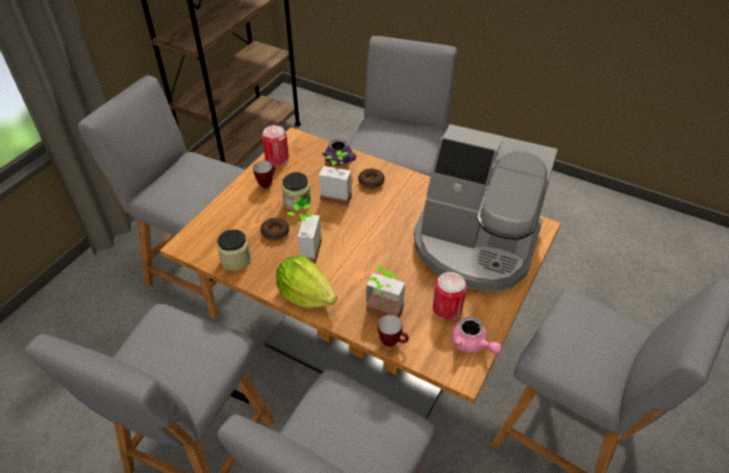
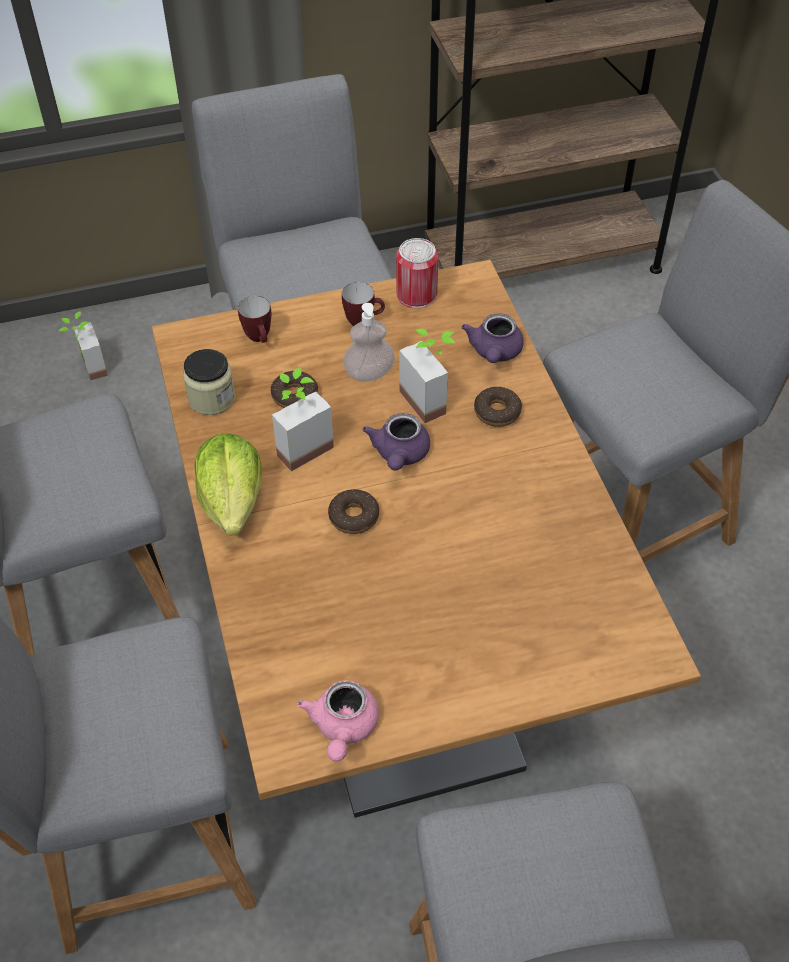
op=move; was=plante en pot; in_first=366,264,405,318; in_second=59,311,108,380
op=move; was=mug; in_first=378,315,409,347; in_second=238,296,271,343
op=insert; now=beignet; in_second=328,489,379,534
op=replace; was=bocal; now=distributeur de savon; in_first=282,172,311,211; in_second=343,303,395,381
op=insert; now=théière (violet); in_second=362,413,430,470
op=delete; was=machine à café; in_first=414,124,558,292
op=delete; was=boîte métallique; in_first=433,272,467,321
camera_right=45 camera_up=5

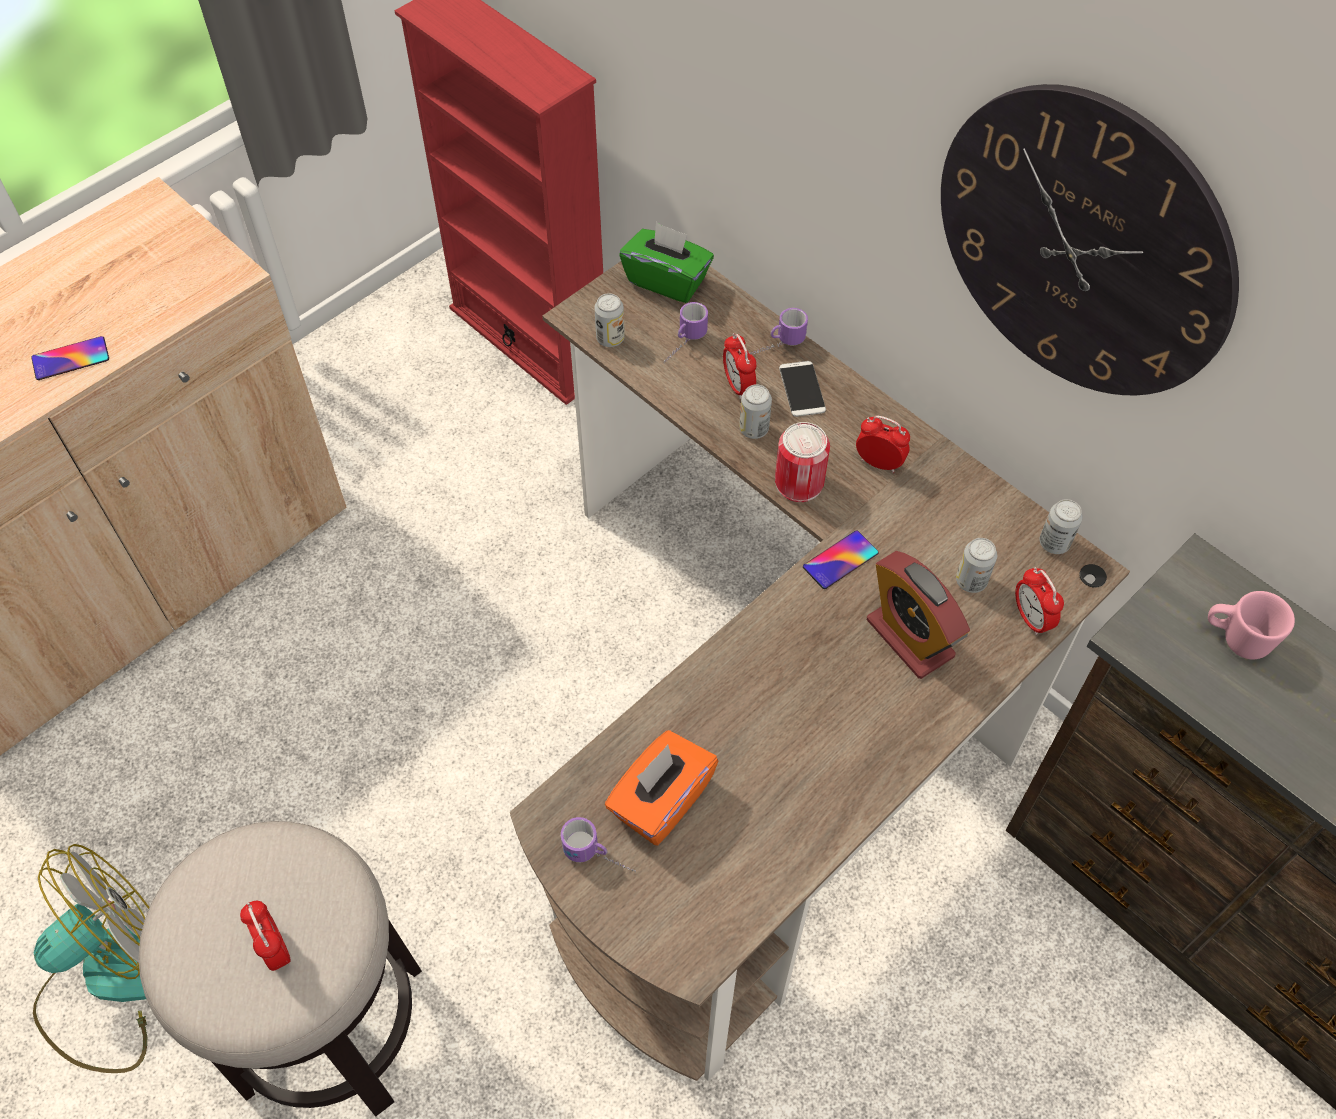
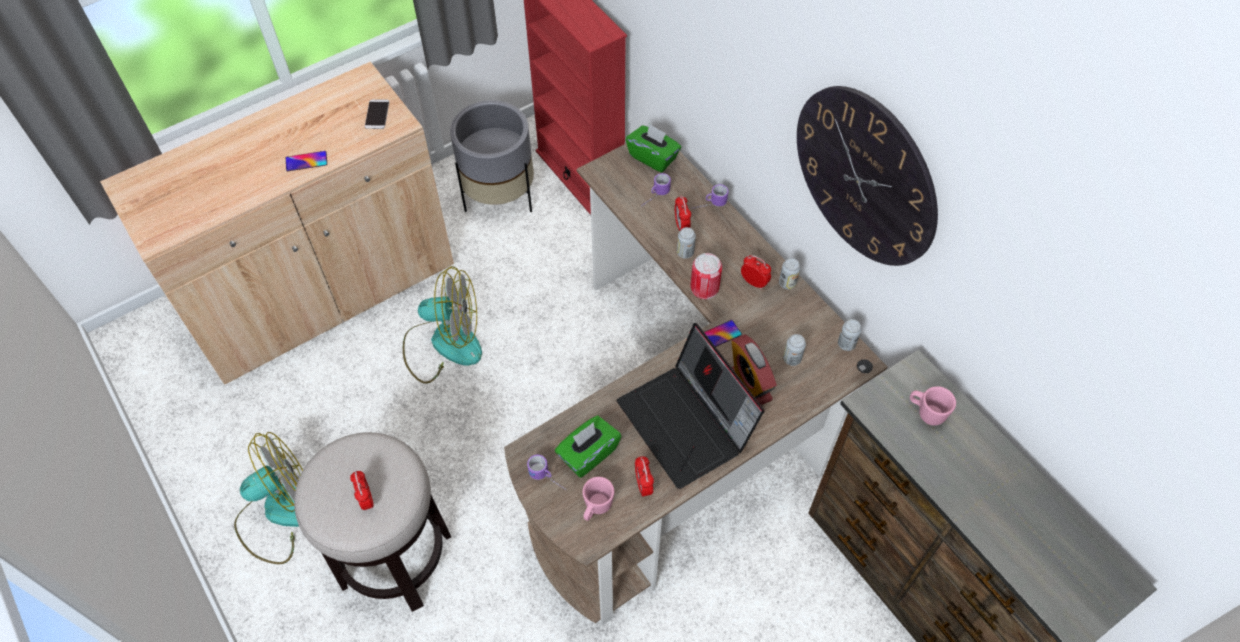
op=move; was=téléphone; in_first=779,361,826,417; in_second=365,99,389,129
op=insert; now=ventilateur; in_second=403,266,482,384
op=insert; now=cache-pot (gris); in_second=450,100,534,212
op=recolor; was=boîte à mouchoirs (orange); now=boîte à mouchoirs (vert); in_first=605,730,718,845; in_second=555,416,621,478
op=insert; now=mug (rose); in_second=583,477,614,521
op=insert; now=ordinateur portable; in_second=617,323,764,489
op=move; was=réveil; in_first=1015,567,1064,635; in_second=635,456,654,496
op=move; was=boîte métallique; in_first=594,293,625,347; in_second=779,258,801,289
camera_right=10 camera_up=0

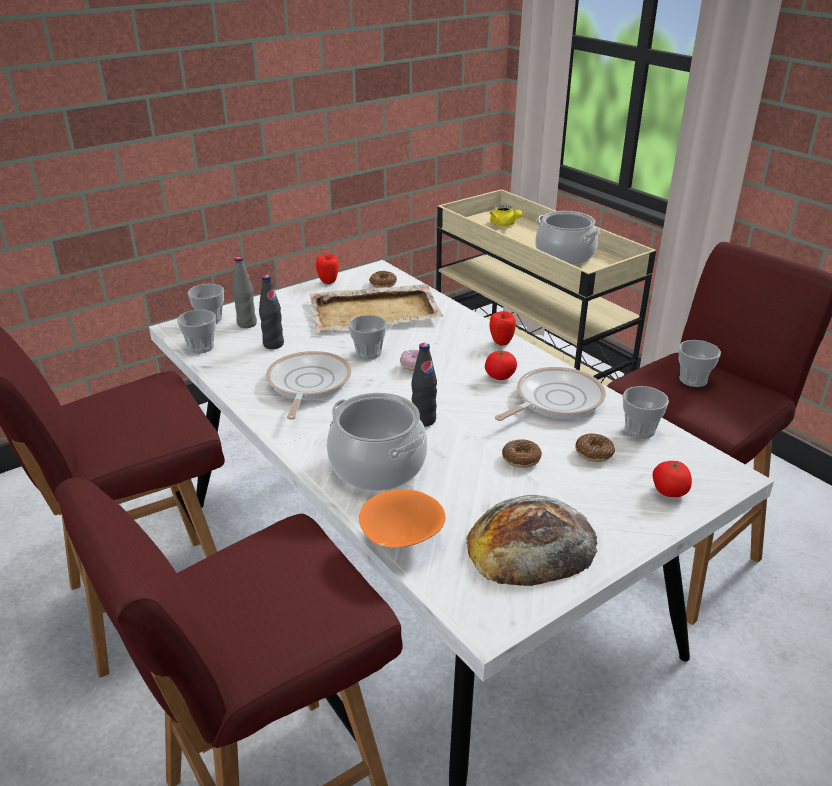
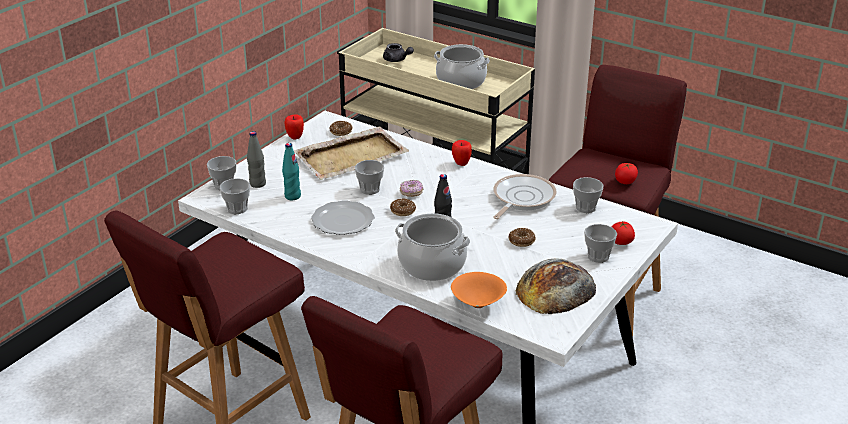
op=recolor; was=bouteille (noir); now=bouteille (turquoise); in_first=259,275,284,349; in_second=282,143,301,200
op=replace; was=poêle; now=assiette; in_first=266,351,351,420; in_second=311,200,374,235
op=recolor; was=théière (jaune); now=théière (gris); in_first=490,205,522,226; in_second=383,43,414,62
op=move; was=beignet; in_first=575,433,615,462; in_second=390,199,416,216
op=move; was=tasse; in_first=679,340,721,387; in_second=584,224,617,263
op=move; was=tomate; in_first=485,351,517,380; in_second=615,163,638,184
camera_right=-20 camera_up=0

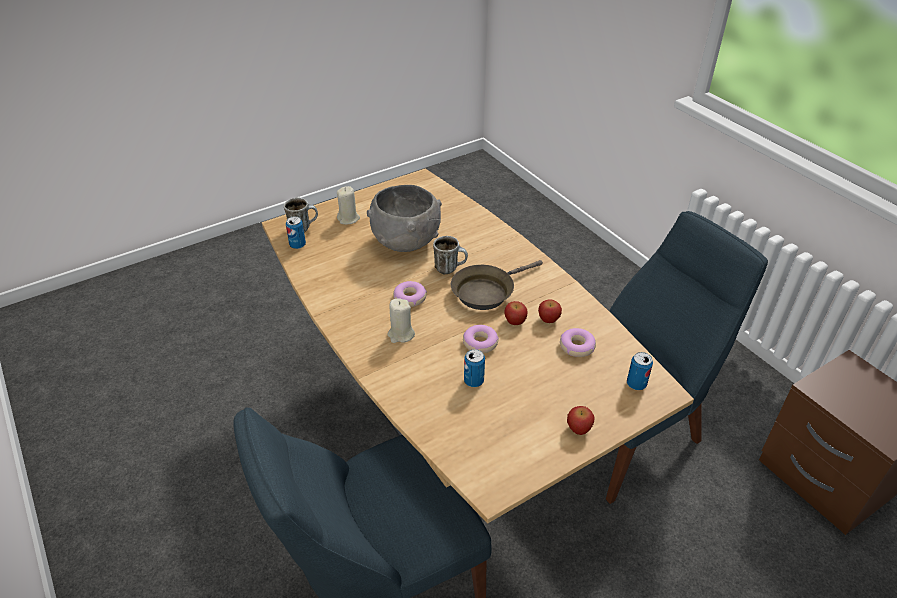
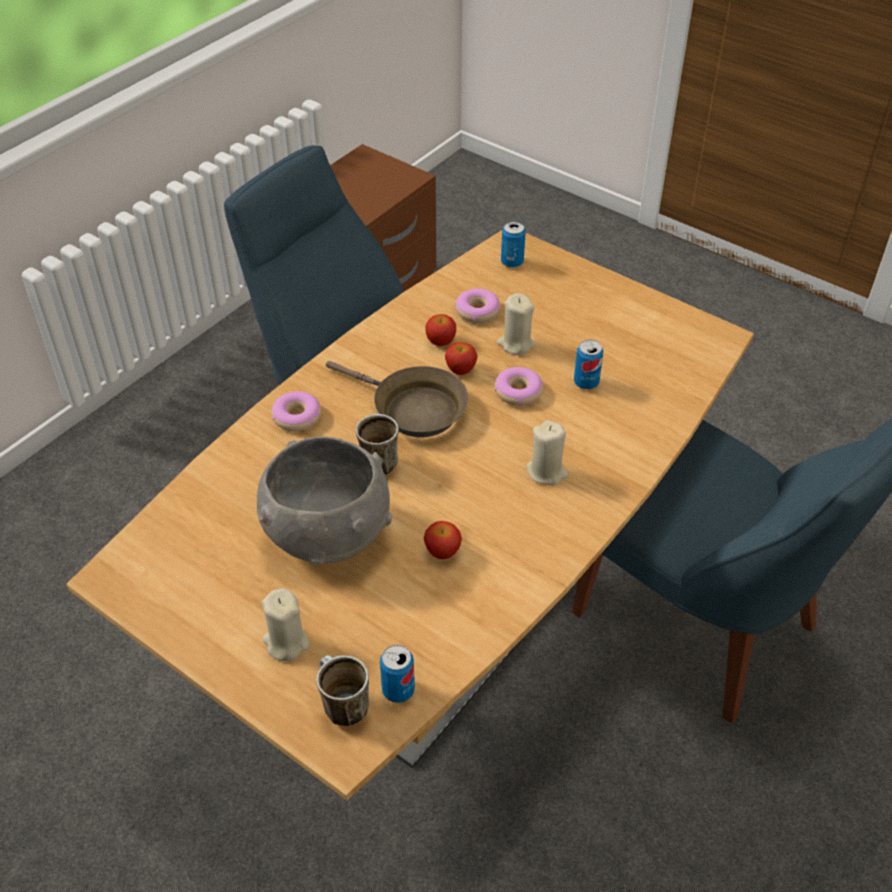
op=move; was=beignet; in_first=393,281,427,307; in_second=271,391,321,431
op=move; was=pomme; in_first=567,406,594,435; in_second=424,521,462,559
op=insert; now=bougie (beige); in_second=497,293,535,355
camera_right=-110 camera_up=5

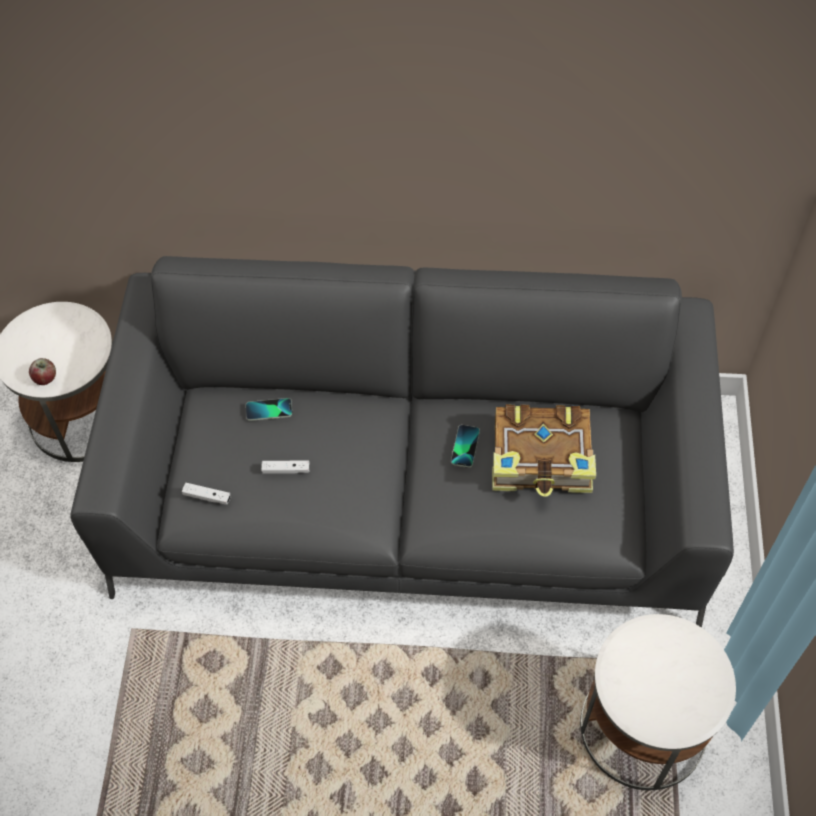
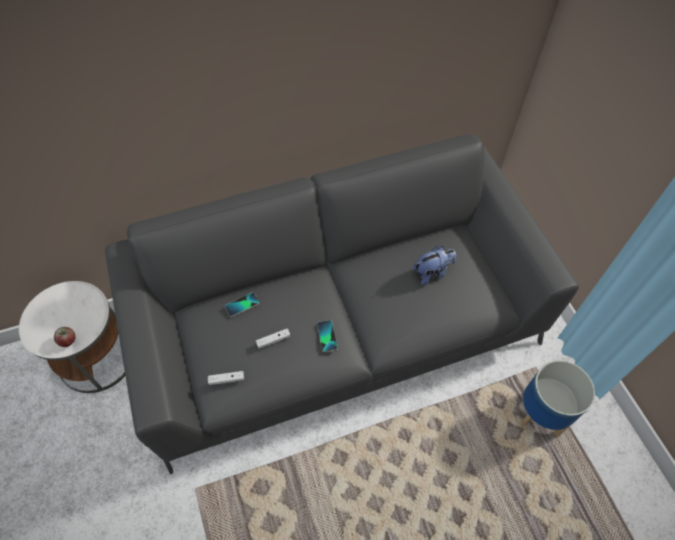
op=move; was=téléphone; in_first=451,425,480,468; in_second=317,320,338,352
op=replace; was=livre; now=peluche; in_first=492,404,596,497; in_second=413,246,456,285
op=replace; was=table d'appoint (blanc); now=cache-pot; in_first=580,614,736,790; in_second=519,360,595,437
camera_right=-25 camera_up=0

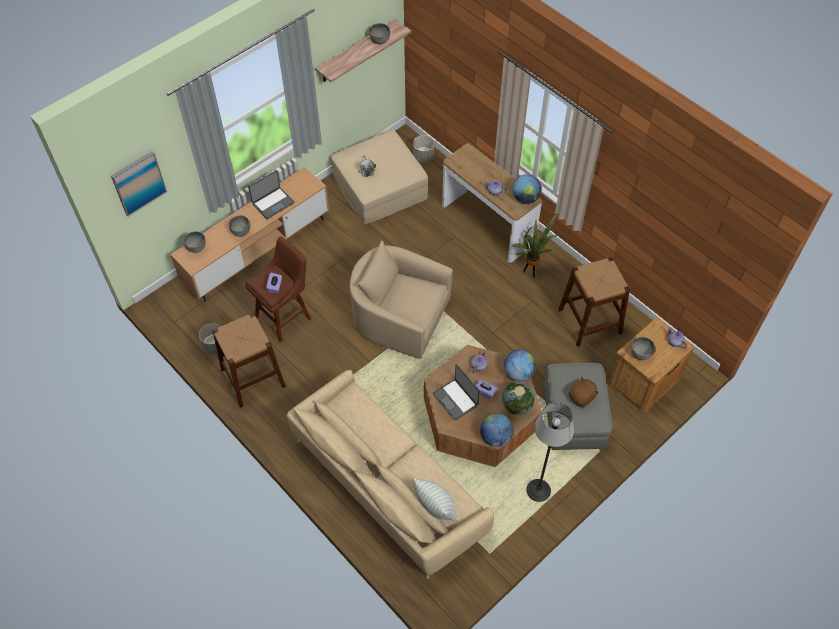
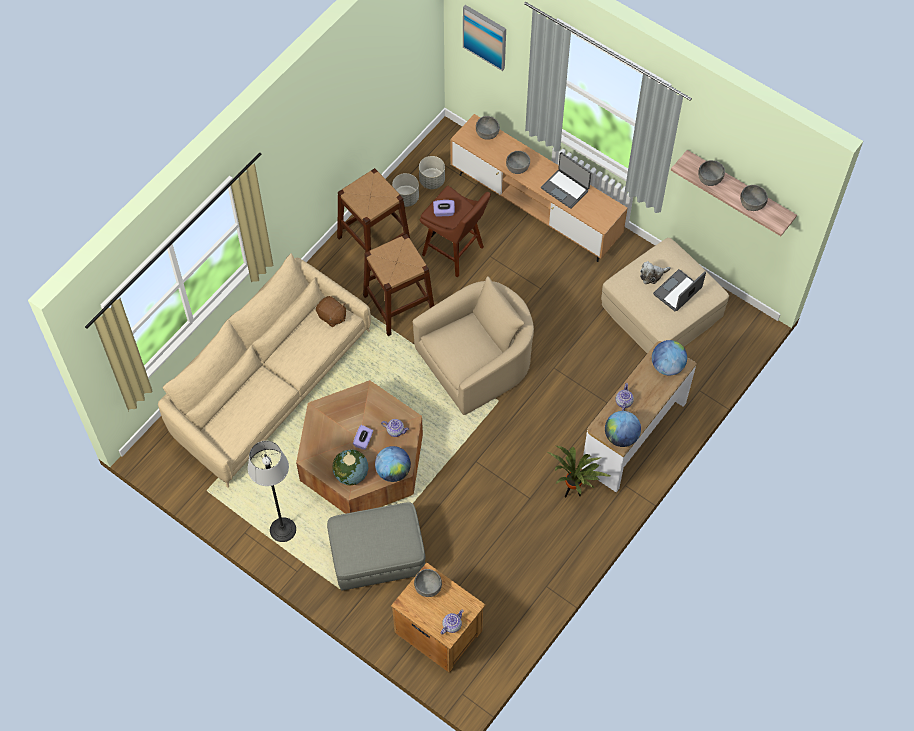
op=move; was=peluche (marron); in_first=569,377,599,408; in_second=316,296,346,327
op=move; was=tabouret (marron); in_first=558,257,630,347; in_second=363,234,434,336
op=rotate; was=fauteuil (beige); in_first=350,241,453,359; in_second=413,276,534,415; clockwise=45
op=move; was=cache-pot (gris); in_first=413,135,434,163; in_second=419,156,445,189
op=move; was=globe; in_first=480,413,513,447; in_second=652,340,687,376
op=move; was=ordinateur portable; in_first=433,364,480,421; in_second=653,269,706,311
op=insert; now=bol (gris); in_second=698,160,725,186
op=delete; was=coussin; in_first=413,478,458,522
camera_right=80 camera_up=5

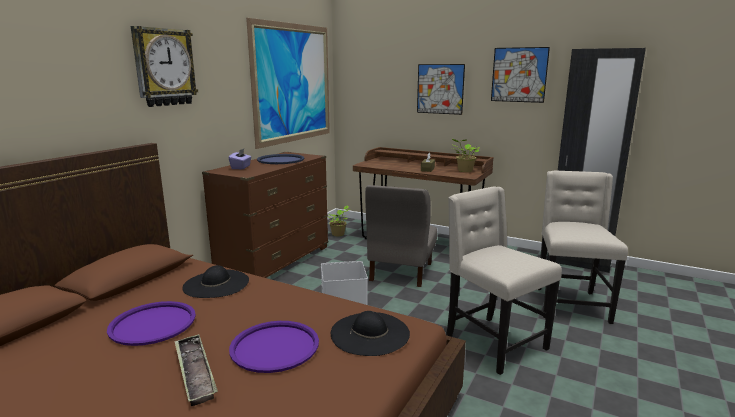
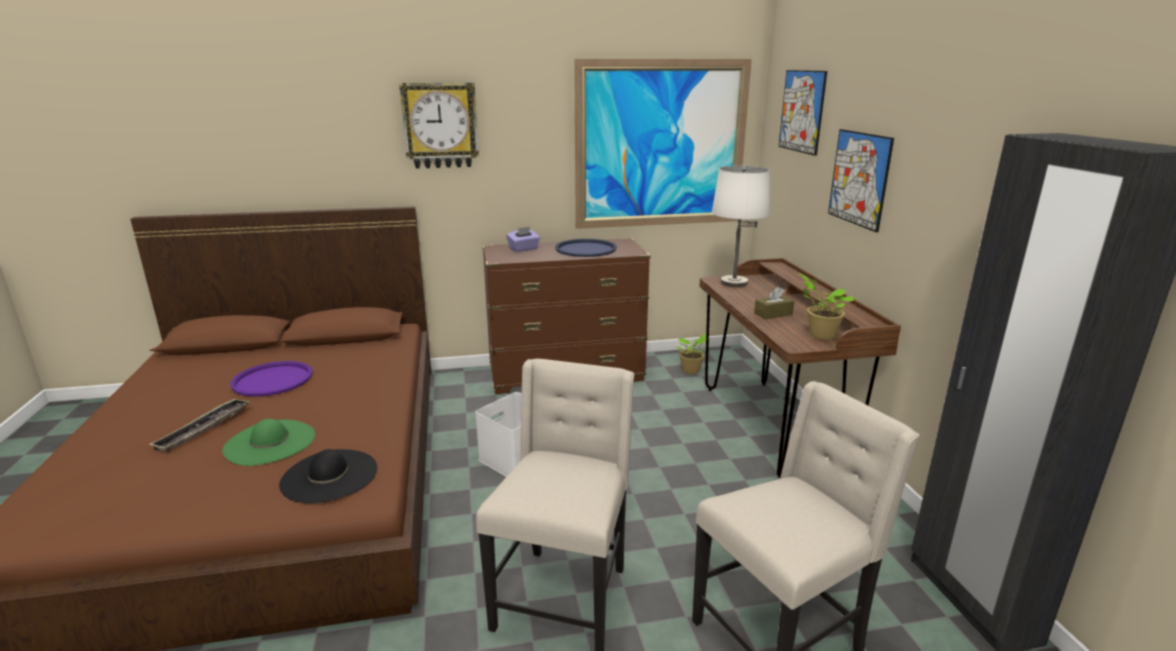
op=replace; was=plateau (violet); now=chapeau (vert); in_first=229,321,319,373; in_second=222,419,315,466
op=insert; now=lampe de table (blanc); in_second=712,166,770,287
op=move; was=tableau; in_first=491,47,550,103; in_second=778,70,827,156
op=delete; was=chapeau (noir); in_first=182,265,249,298
op=delete; was=chaise (gris); in_first=365,185,437,287
camera_right=50 camera_up=5

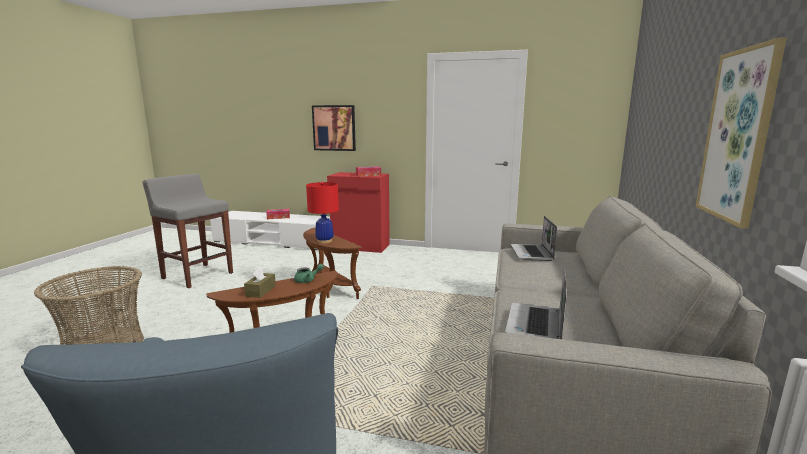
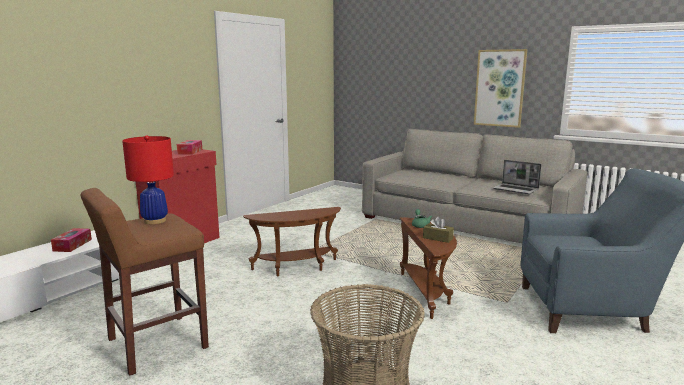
op=recolor; was=tabouret (gris); now=tabouret (marron); in_first=142,174,233,288; in_second=81,188,209,376
op=move; was=lampe de table (rouge); in_first=306,182,339,244; in_second=122,135,174,224
op=delete; was=tableau; in_first=312,105,356,151
op=delete; was=ordinateur portable; in_first=511,216,557,261
camera_right=-70 camera_up=0

